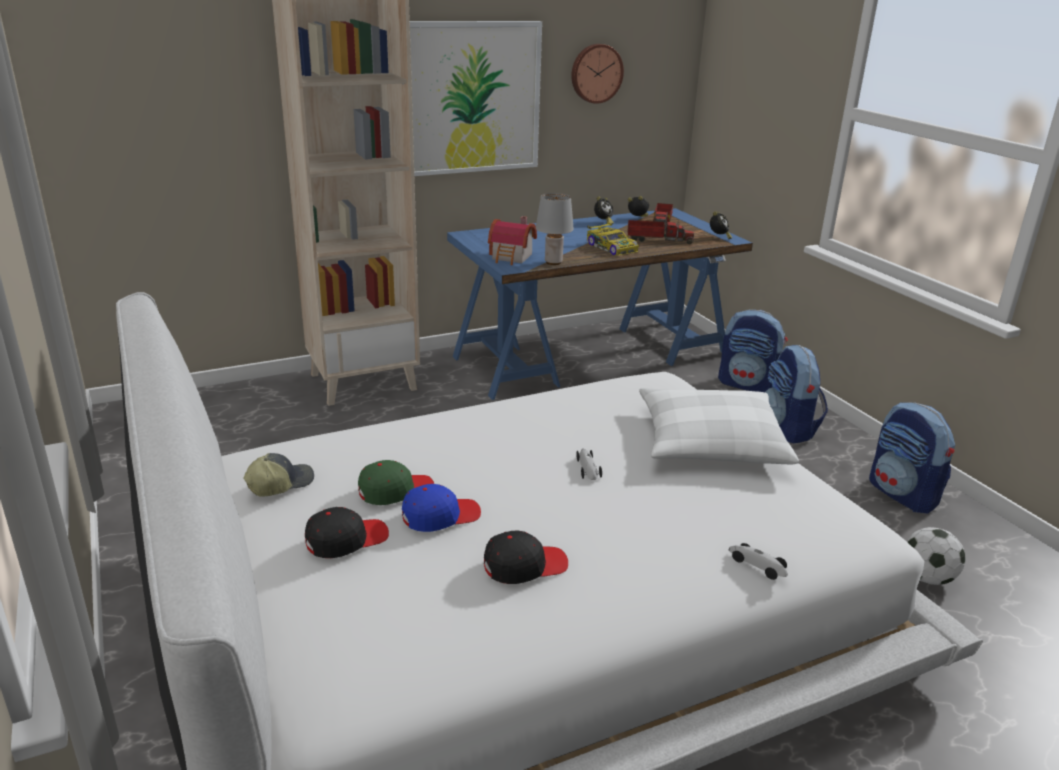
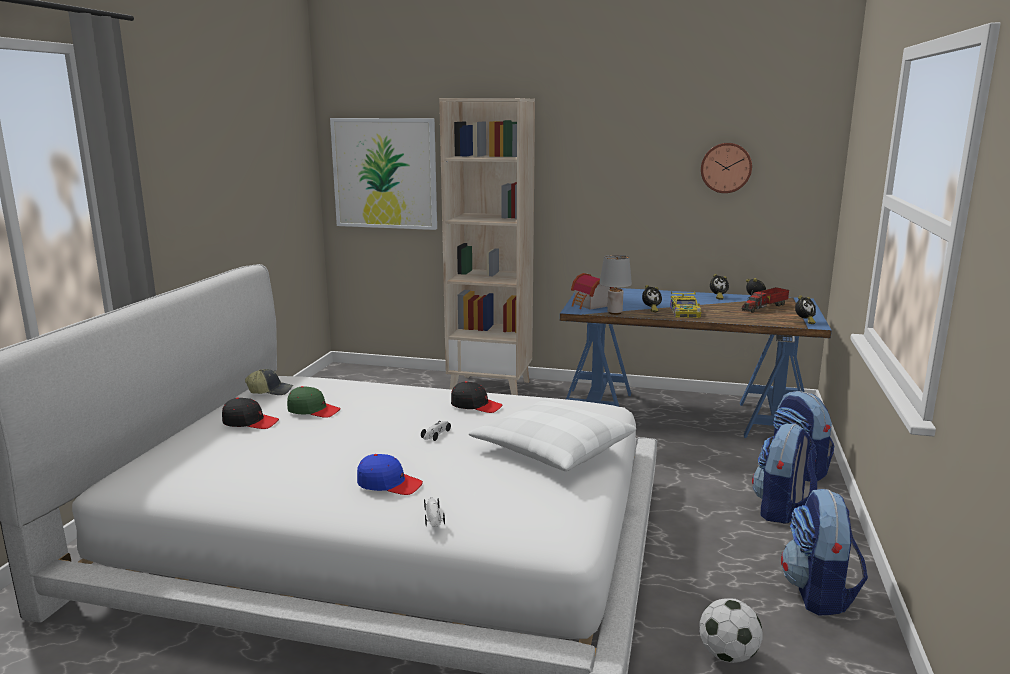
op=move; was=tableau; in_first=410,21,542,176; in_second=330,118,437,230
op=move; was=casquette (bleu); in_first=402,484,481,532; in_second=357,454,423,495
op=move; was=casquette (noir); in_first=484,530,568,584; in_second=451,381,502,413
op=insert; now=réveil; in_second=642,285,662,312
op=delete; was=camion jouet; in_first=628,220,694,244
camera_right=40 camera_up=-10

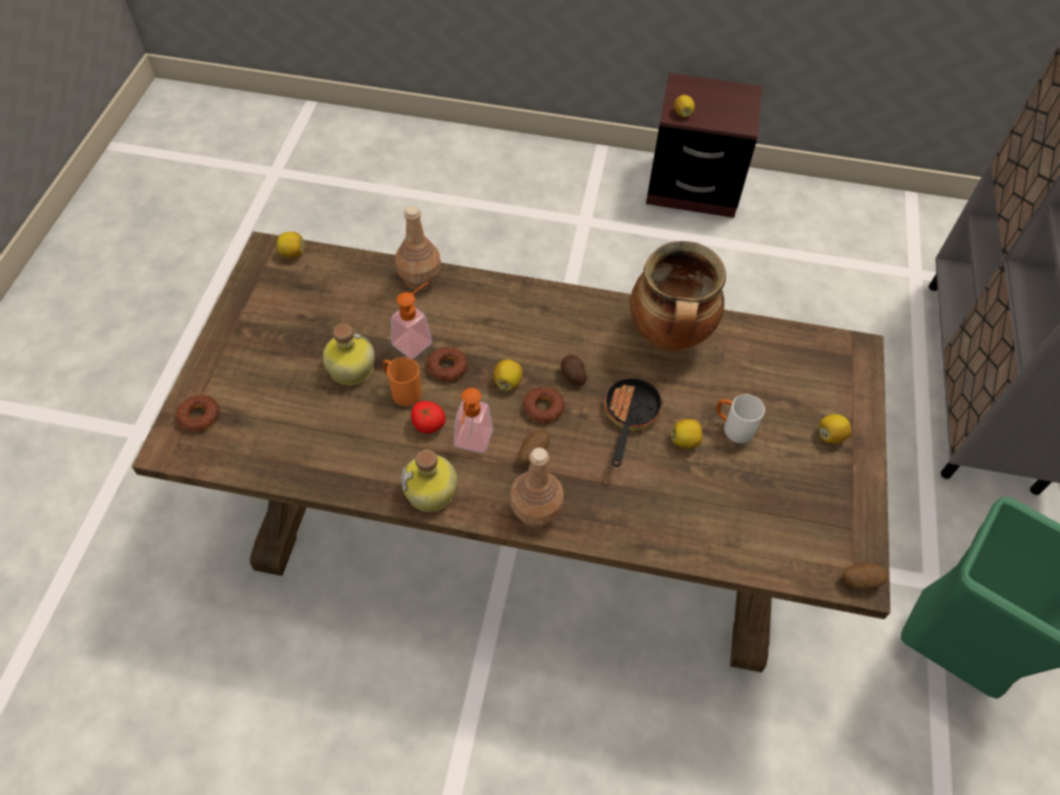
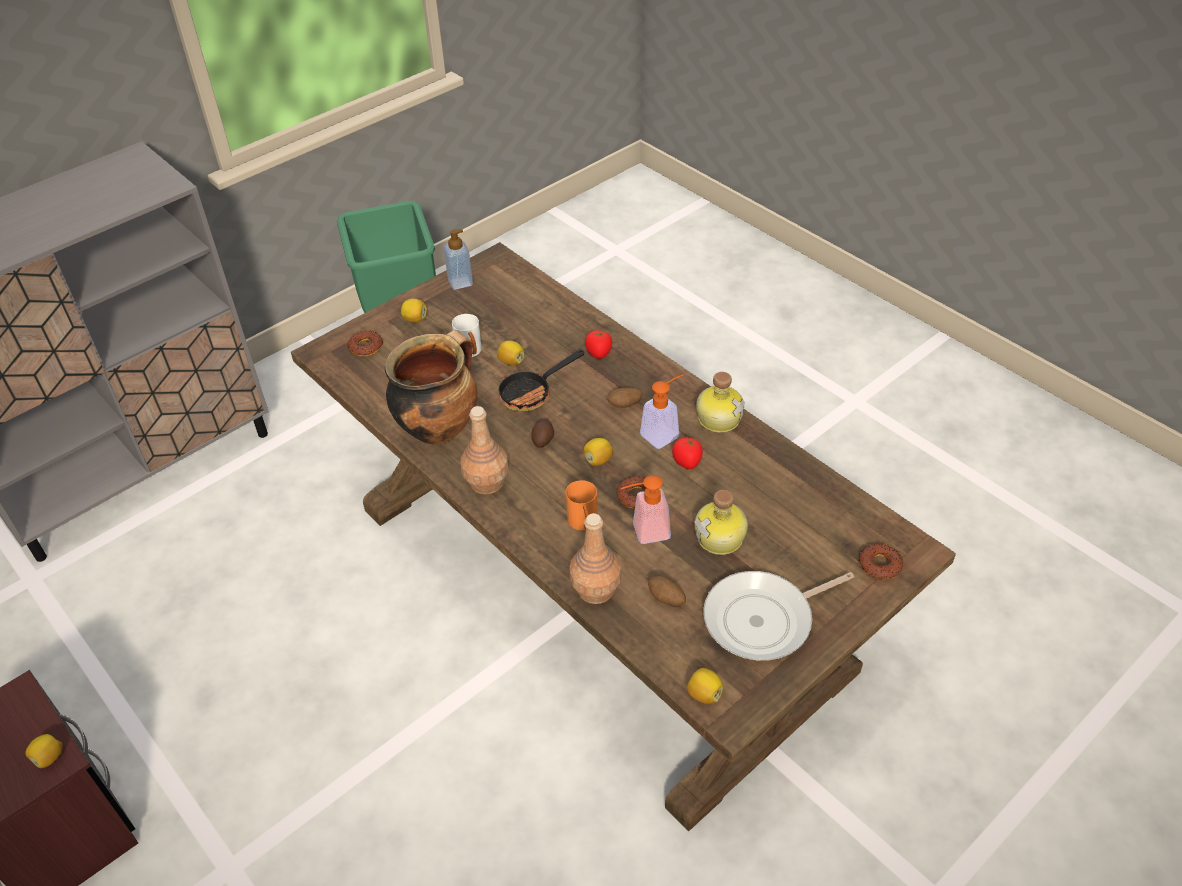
op=move; was=beignet; in_first=523,387,565,424; in_second=347,330,383,356
op=insert; now=distributeur de savon; in_second=443,229,473,290
op=move; was=bouteille (marron); in_first=510,448,564,528; in_second=461,406,509,495
op=move; was=mug (orange); in_first=383,357,422,406; in_second=566,480,597,530
op=insert; now=tomate; in_second=585,329,612,359
op=move; was=pomme de terre; in_first=842,562,890,589; in_second=648,576,686,607
op=insert; now=poêle; in_second=703,571,854,661
camera_right=-140 camera_up=-10

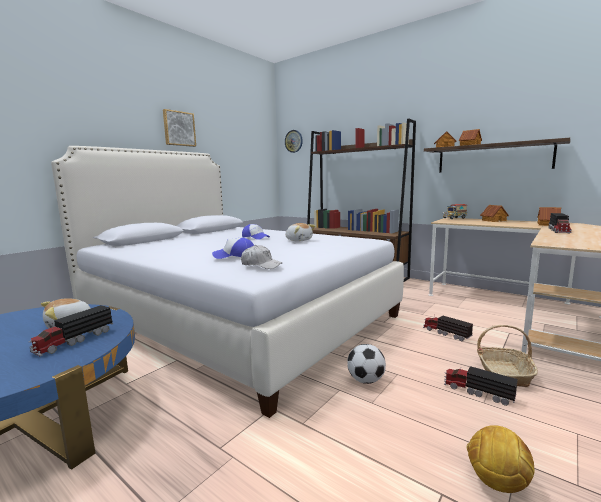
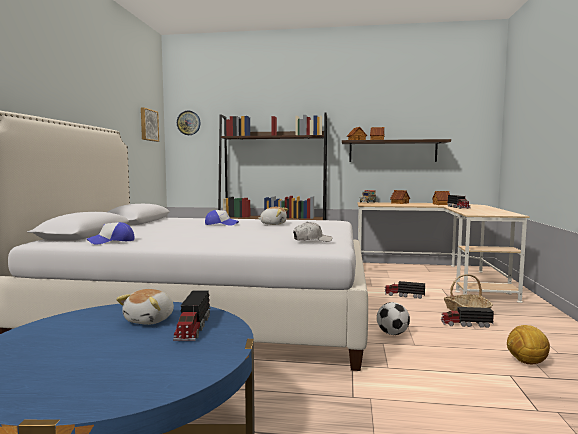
op=move; was=casquette; in_first=212,238,254,259; in_second=87,222,134,245
op=move; was=tableau; in_first=163,109,196,147; in_second=141,107,159,142
camera_right=-30 camera_up=-5

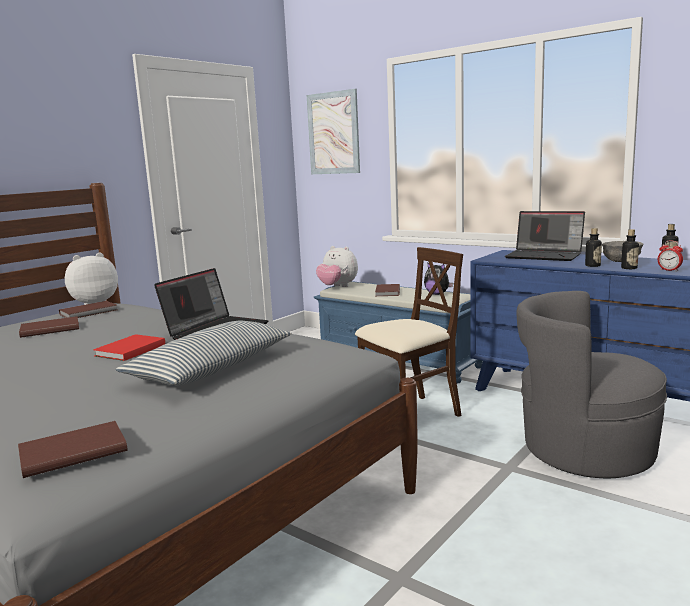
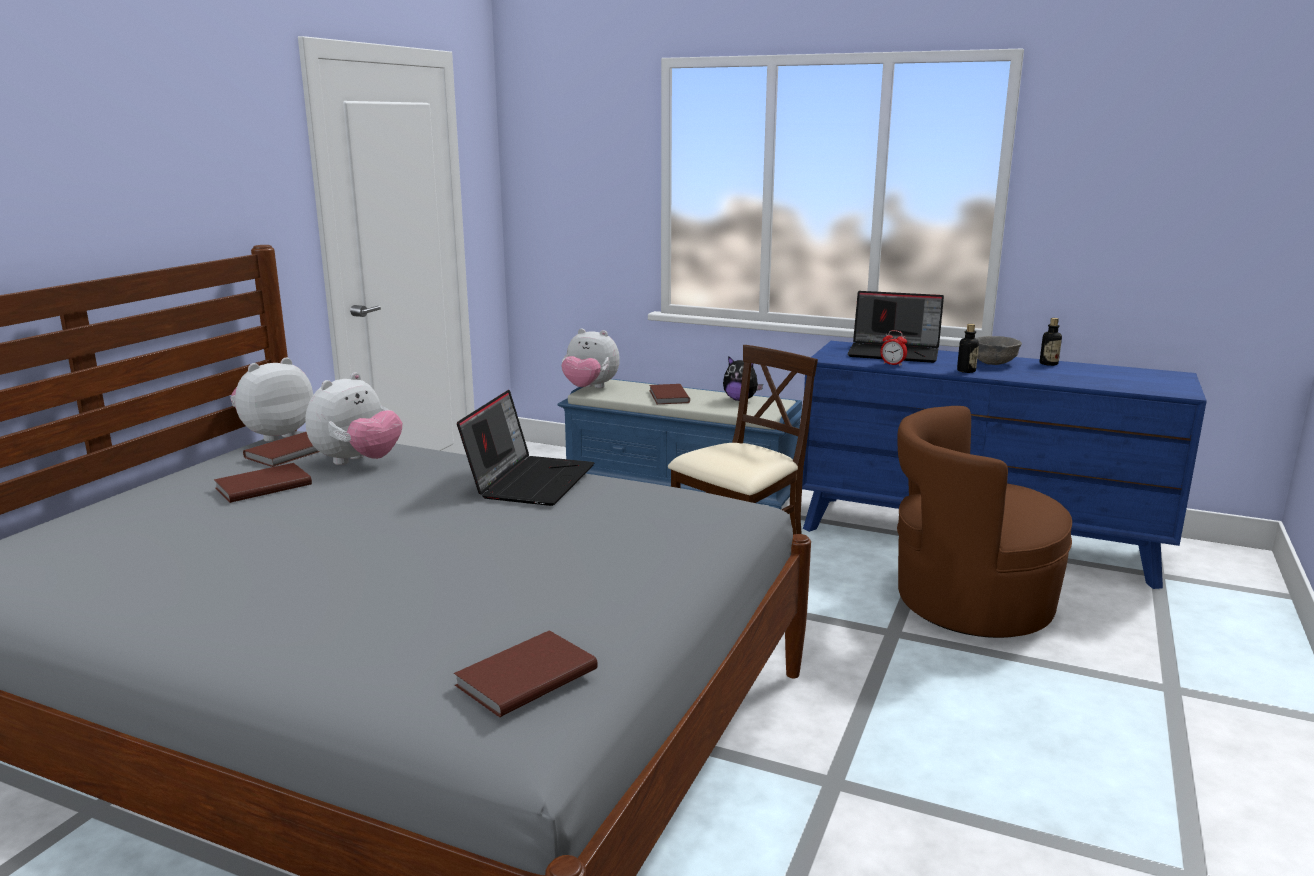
op=insert; now=peluche; in_second=305,372,402,465
op=move; was=réveil; in_first=658,241,683,272; in_second=881,330,907,366
op=recolor; was=fauteuil (gris); now=fauteuil (marron); in_first=517,291,667,478; in_second=897,406,1072,638
op=delete; was=livre (rouge); in_first=93,334,165,361
op=delete; was=coussin; in_first=115,320,292,386
op=delete; was=tableau; in_first=307,89,360,174
op=delete; was=bouteille; in_first=621,229,639,269
camera_right=-15 camera_up=5

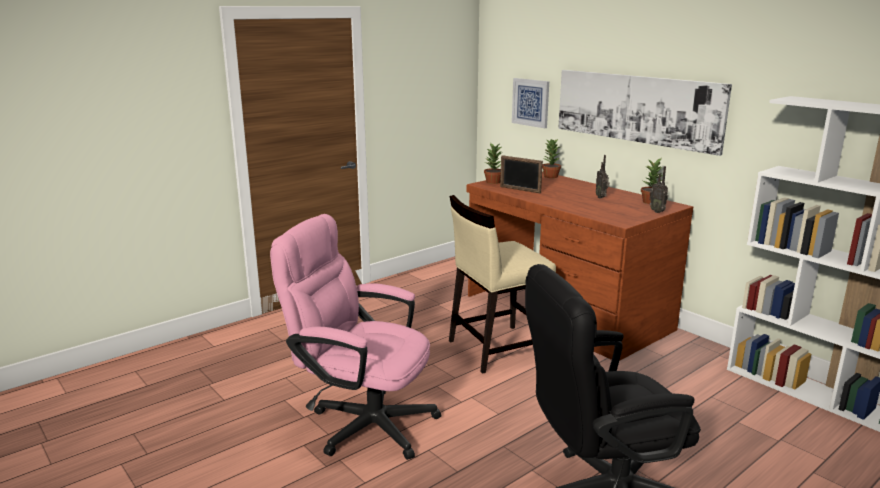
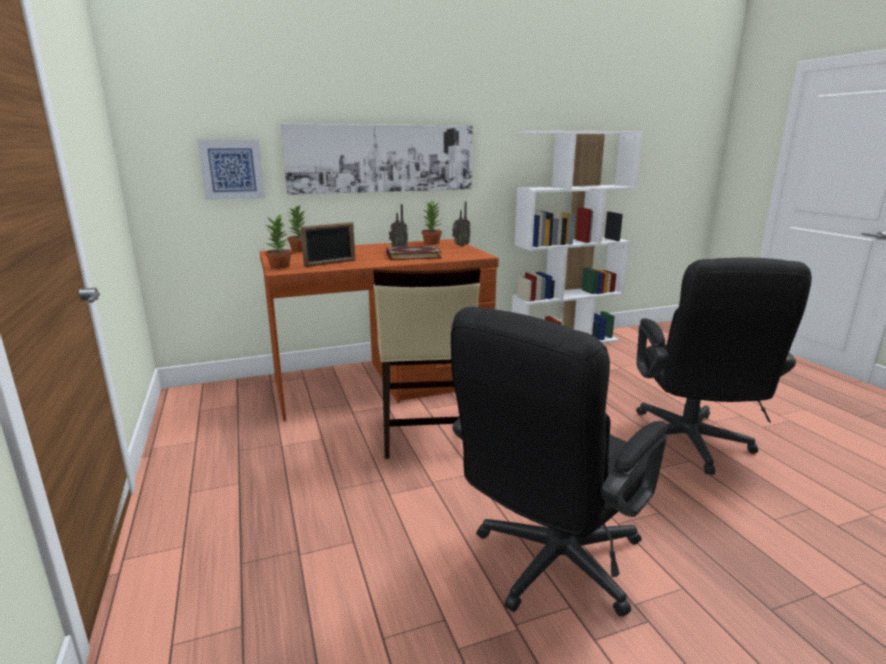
op=insert; now=livre; in_second=386,246,442,260
op=recolor; was=chaise de bureau (rose); now=chaise de bureau (noir); in_first=270,214,441,460; in_second=451,307,667,617
camera_right=-70 camera_up=0

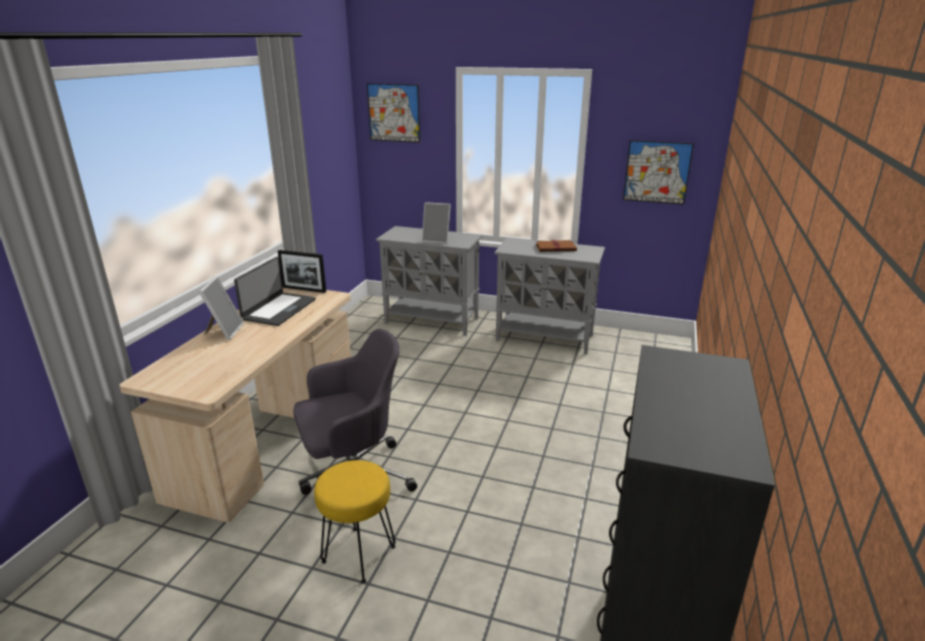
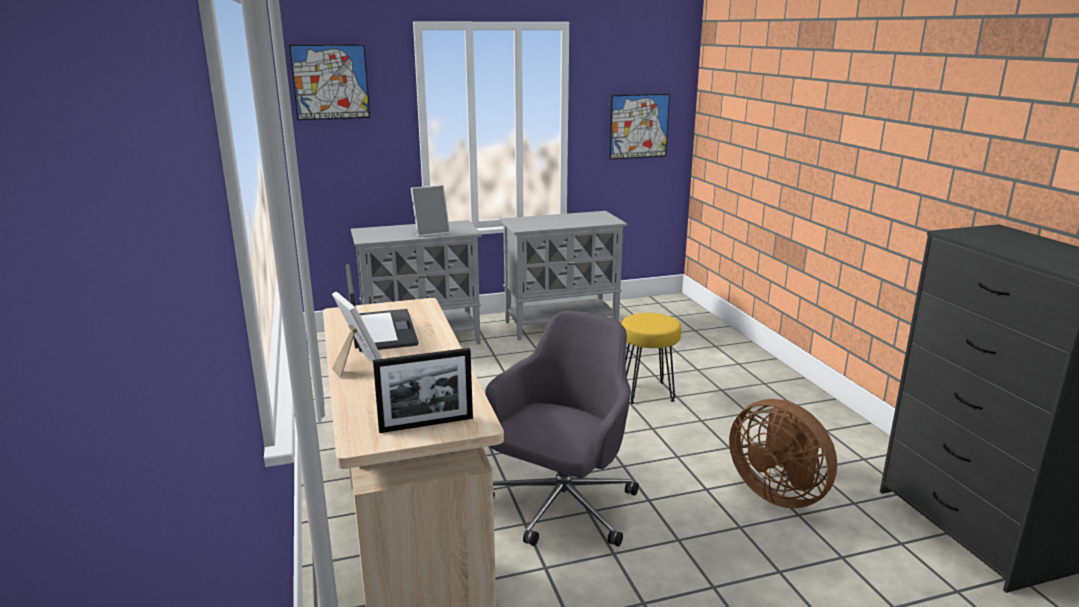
op=move; was=cadre photo; in_first=278,250,326,293; in_second=373,348,473,433
op=move; was=tabouret (jaune); in_first=314,460,396,583; in_second=621,313,681,404
op=insert; now=ventilateur (marron); in_second=729,399,837,508
op=delete; was=livre (marron); in_first=535,240,577,252
camera_right=-35 camera_up=-5

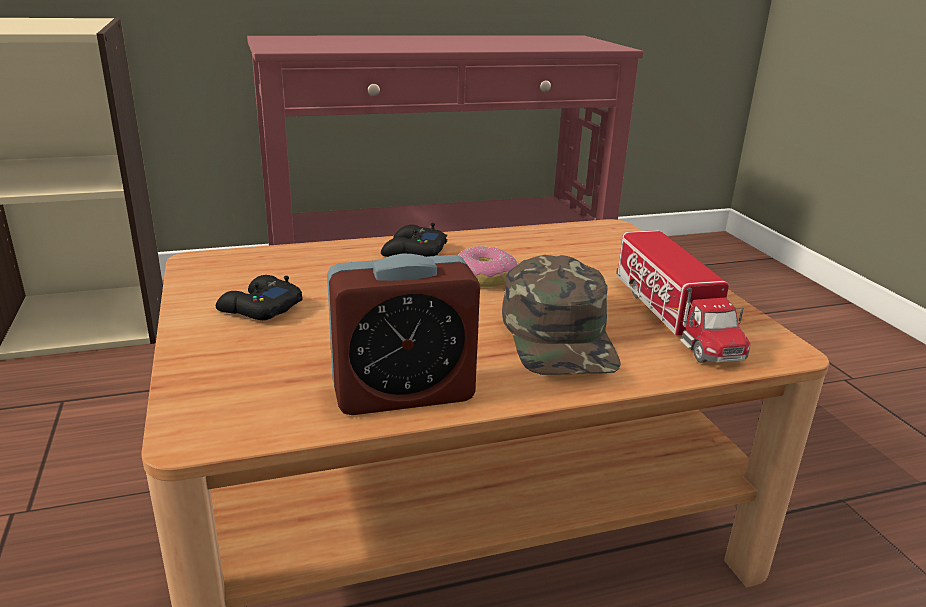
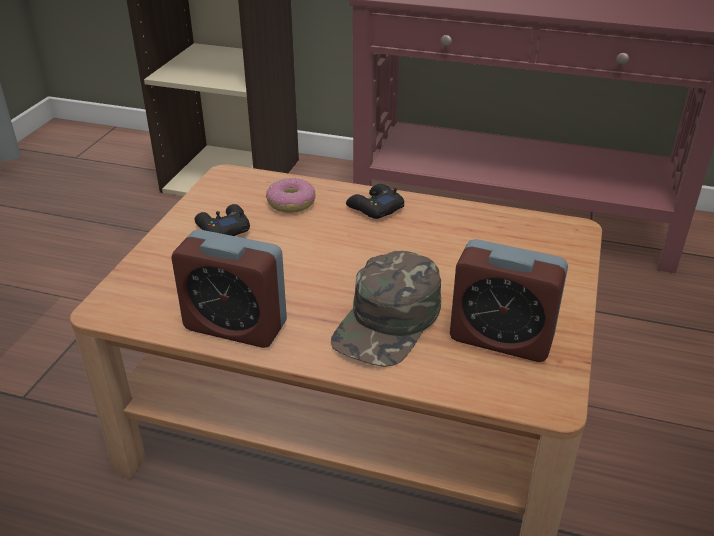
op=move; was=beignet; in_first=457,246,518,287; in_second=266,178,315,213
op=replace; was=camion jouet; now=réveil; in_first=616,230,750,363; in_second=450,239,568,362
camera_right=35 camera_up=10

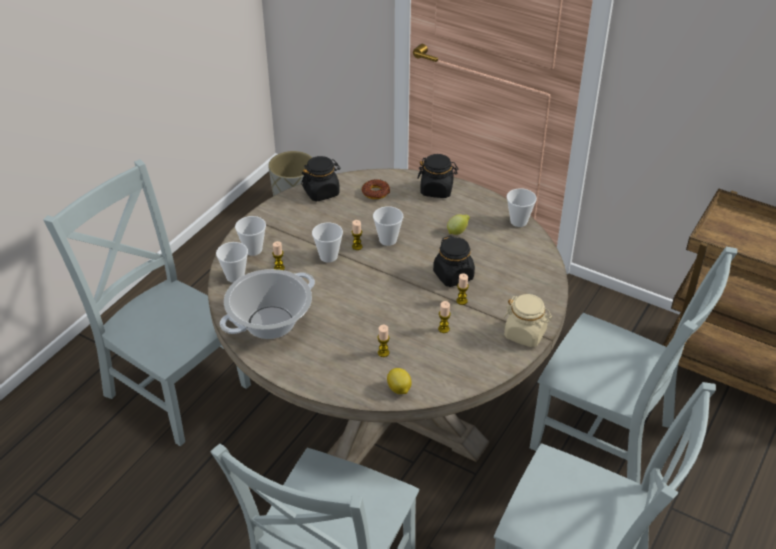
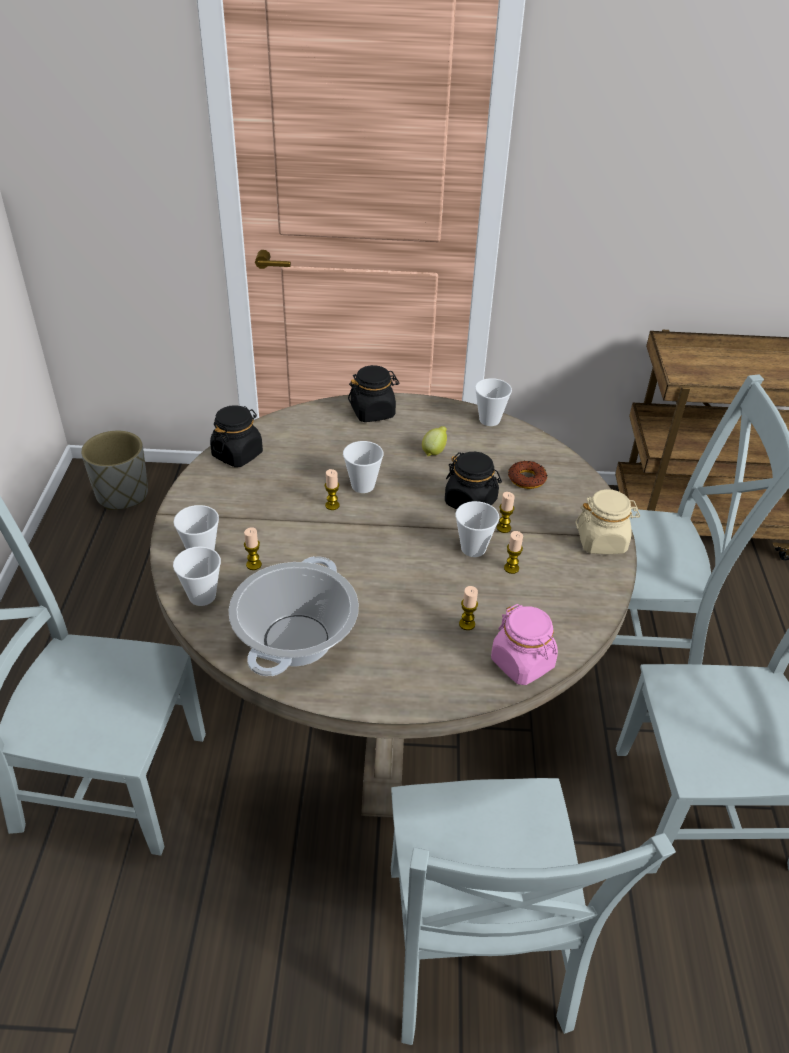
op=move; was=tasse; in_first=312,222,343,263; in_second=455,501,499,557
op=replace; was=citron; now=bocal (rose); in_first=387,368,412,394; in_second=491,604,558,685
op=move; was=beignet; in_first=362,179,390,199; in_second=508,461,547,489
camera_right=-30 camera_up=0

